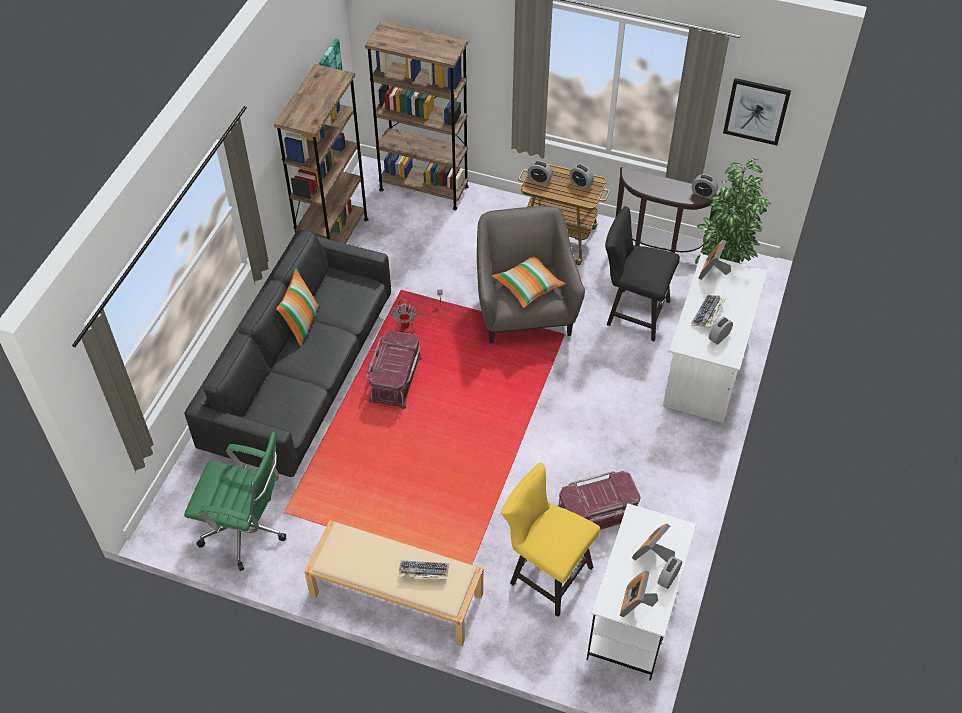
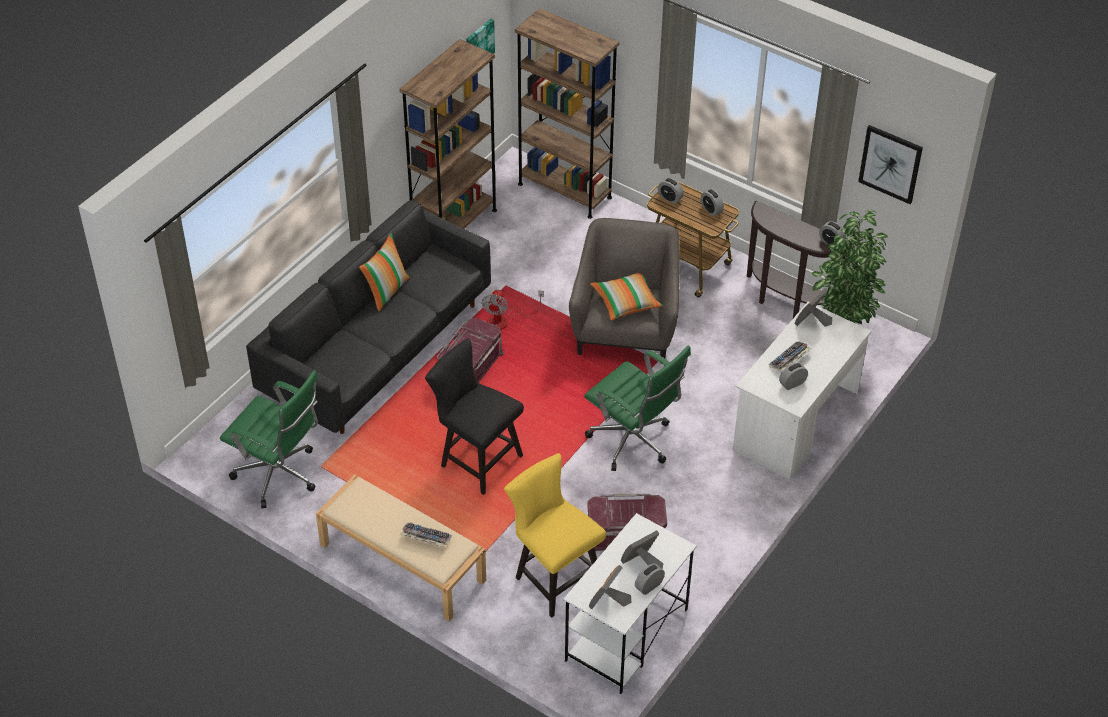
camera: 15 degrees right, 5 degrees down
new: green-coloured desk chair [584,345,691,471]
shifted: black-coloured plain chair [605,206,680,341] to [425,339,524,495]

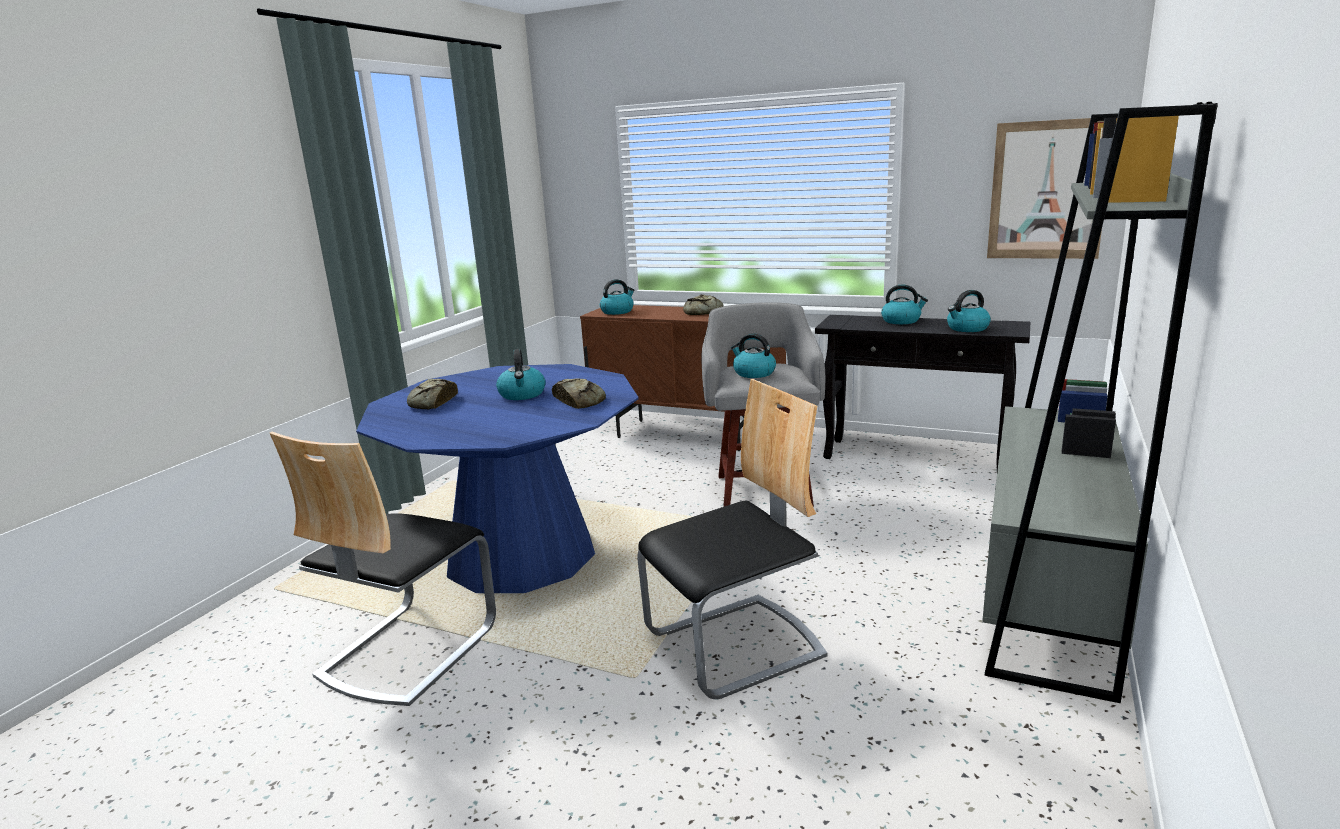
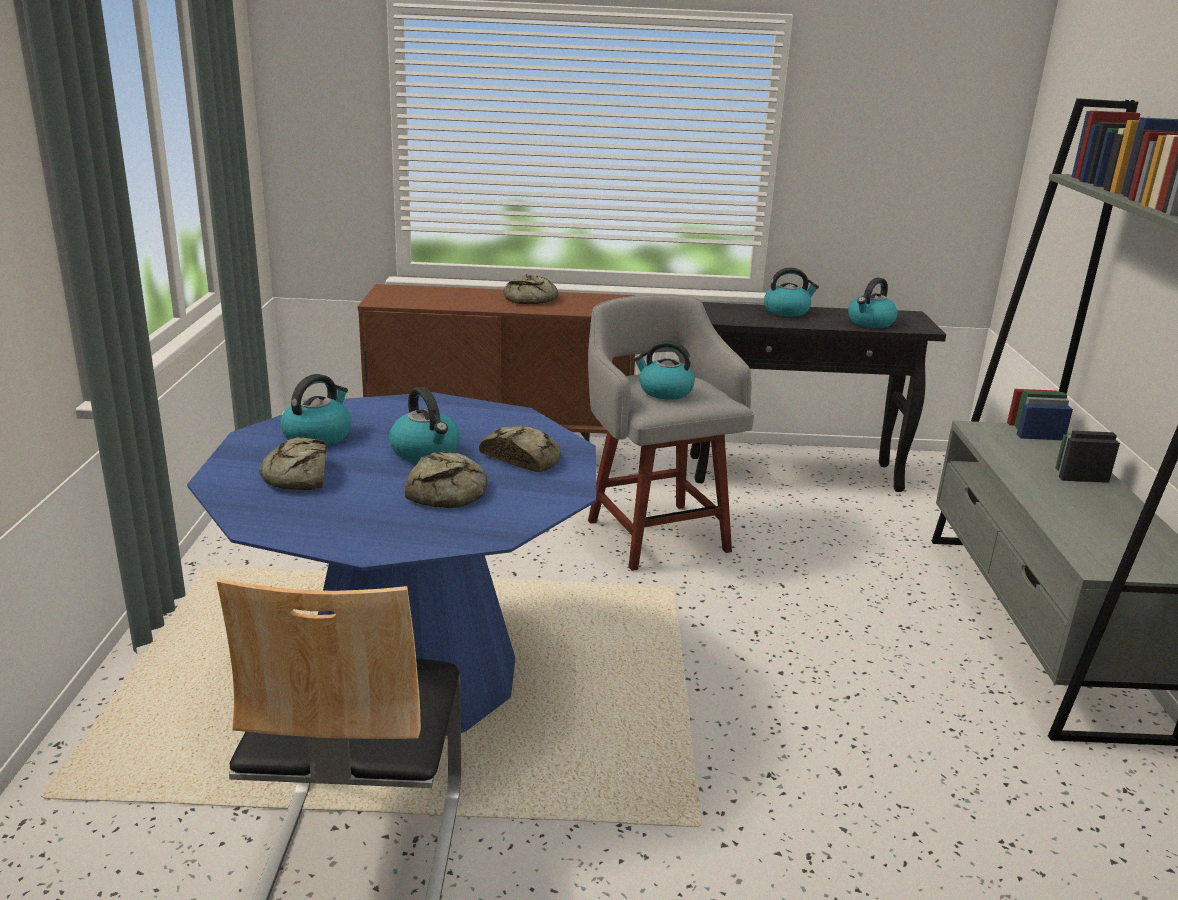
camera: 25 degrees left, 5 degrees up
gone: wall art [987,118,1104,259]; plain chair [637,379,827,699]
new: baked bread [405,452,487,508]
shifted: tea kettle [600,279,635,315] to [280,374,351,446]

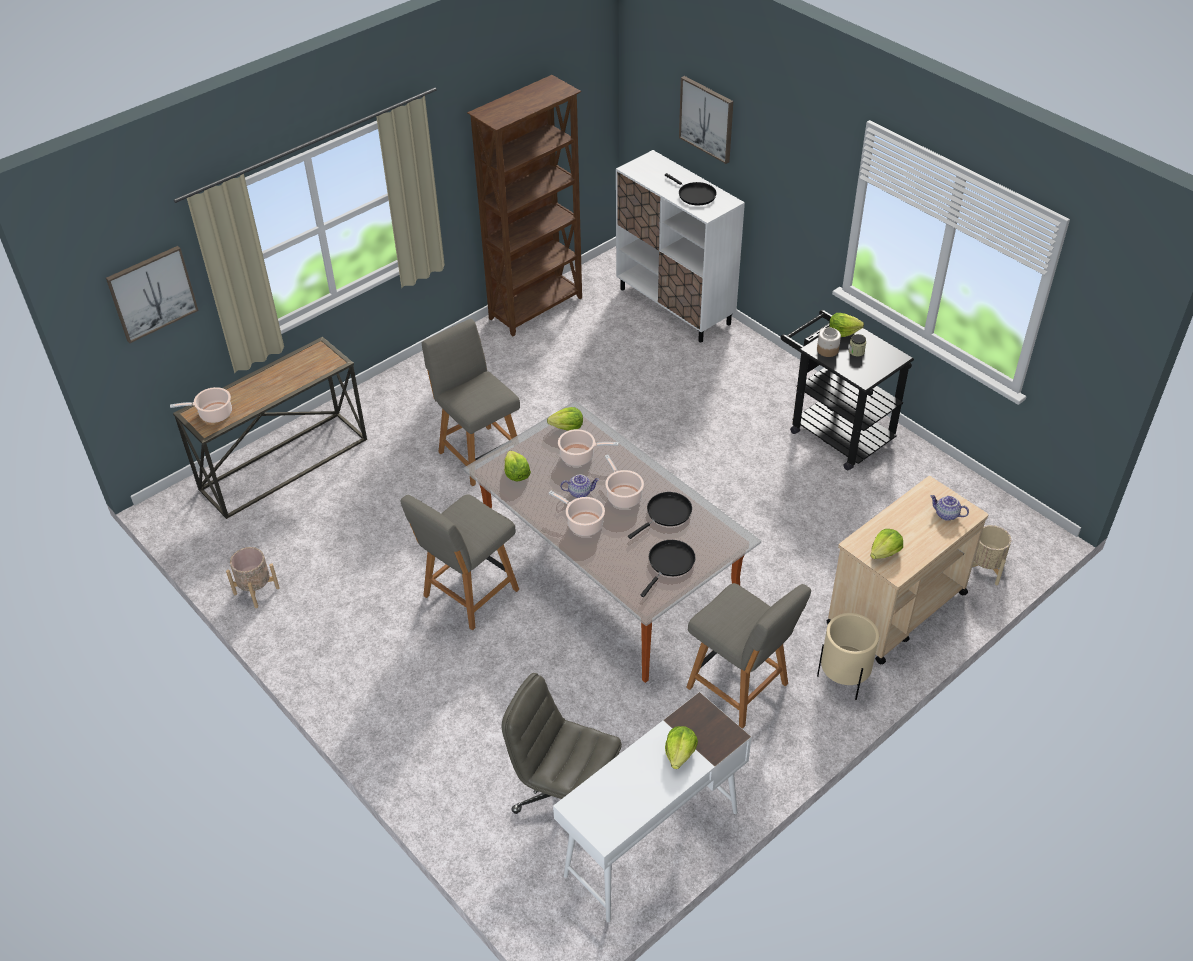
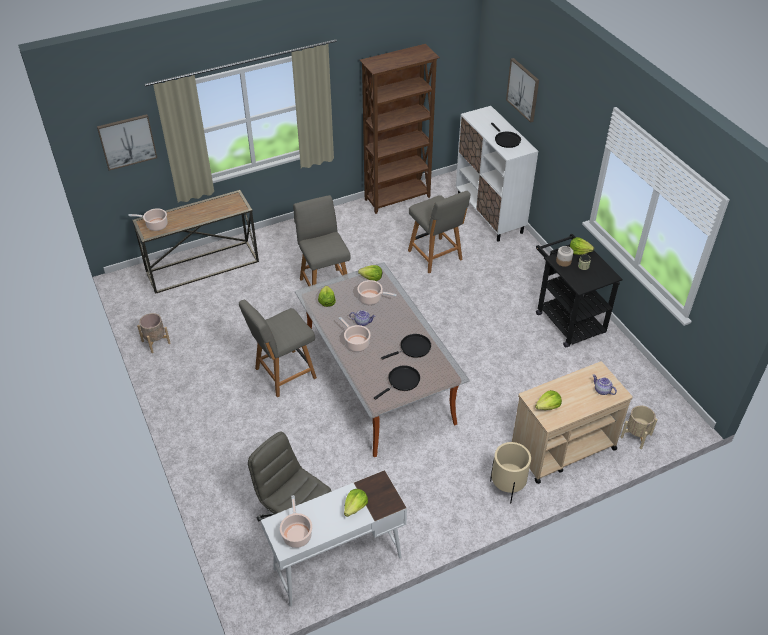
camera: 15 degrees right, 0 degrees up
shifted: saucepot [605,455,644,508] to [280,495,312,548]; greyish plain chair [686,583,811,729] to [408,191,470,273]

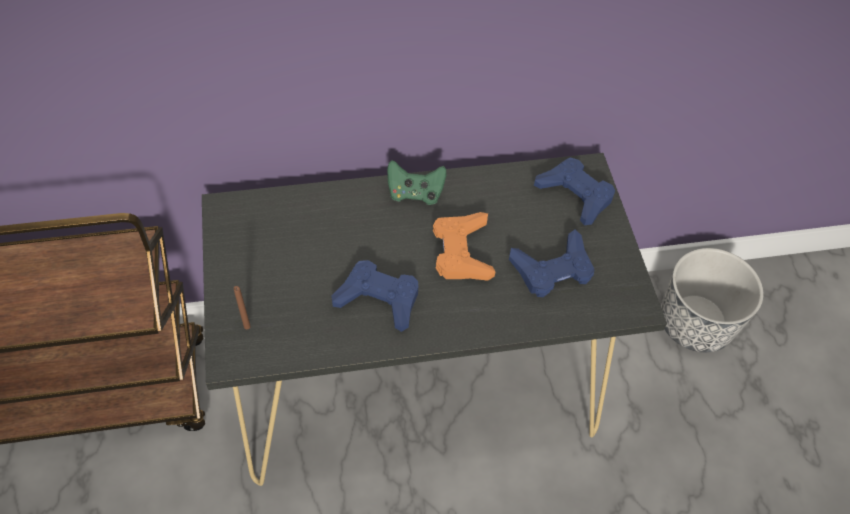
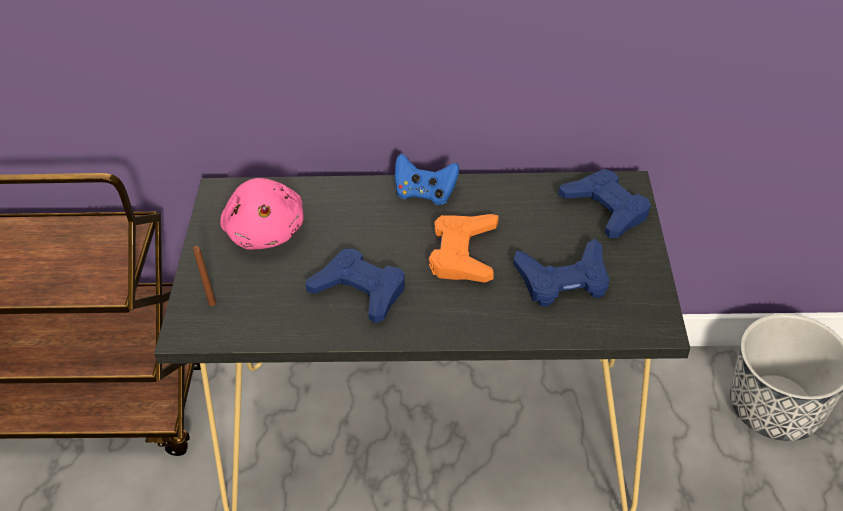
camera: 15 degrees right, 10 degrees down
new: pinkish plush toy [220,178,304,249]
repainted: green-coloured gamepad [387,160,446,205] to bluish gamepad [395,154,459,205]

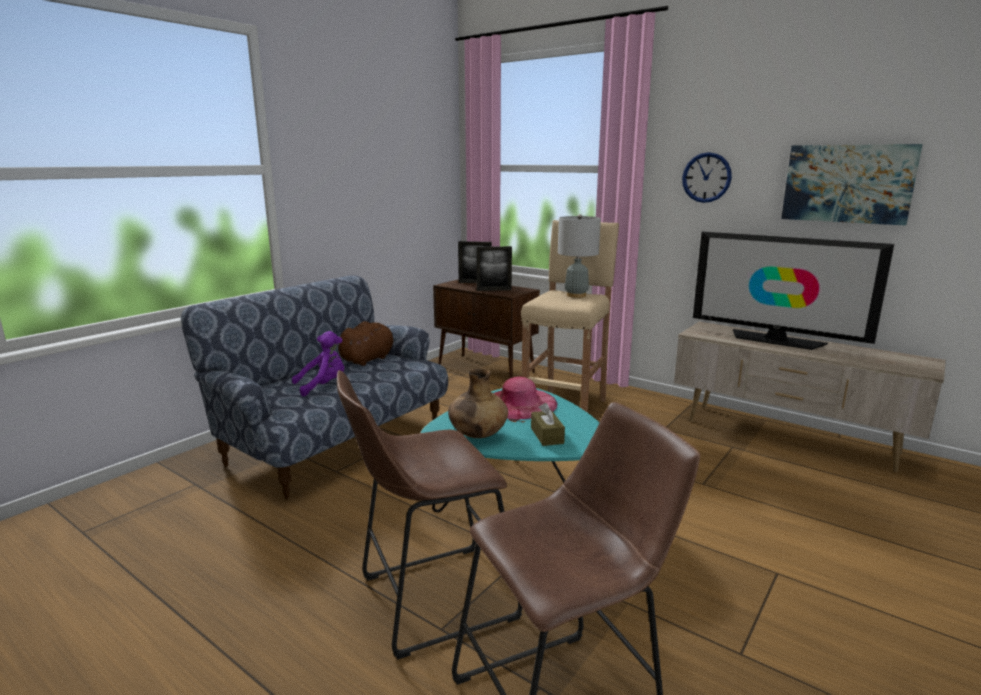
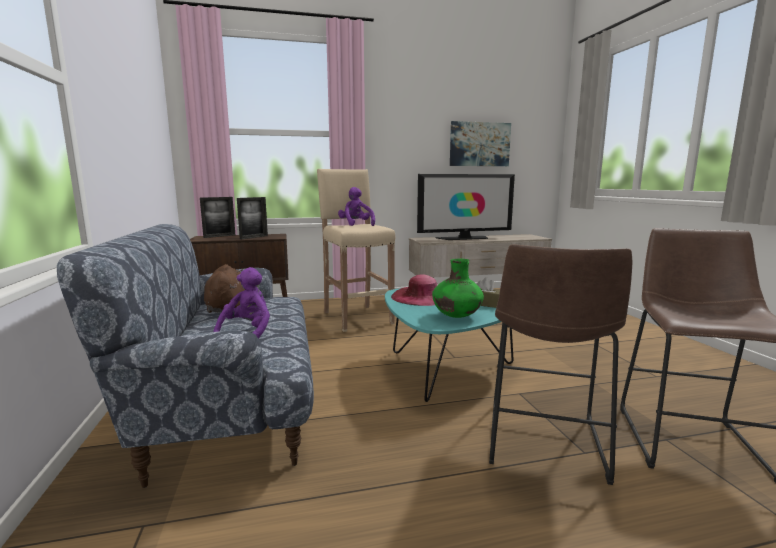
camera: 50 degrees left, 5 degrees down
gone: hanging clock [682,152,732,203]
swapped: greyish table lamp [558,214,601,298] to purple plush toy [338,187,375,226]
repainted: brown-coloured vase [448,369,508,438] to green-coloured vase [432,259,484,318]

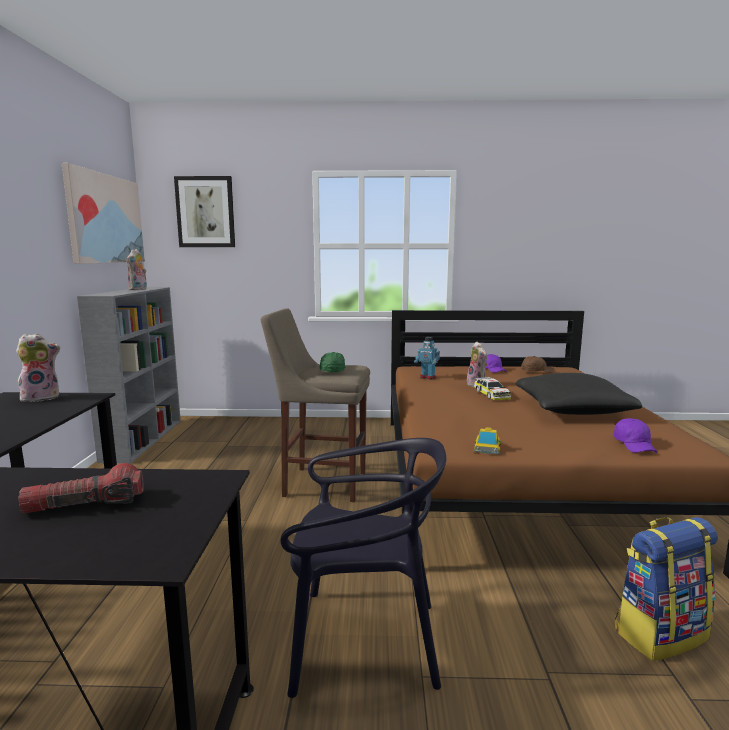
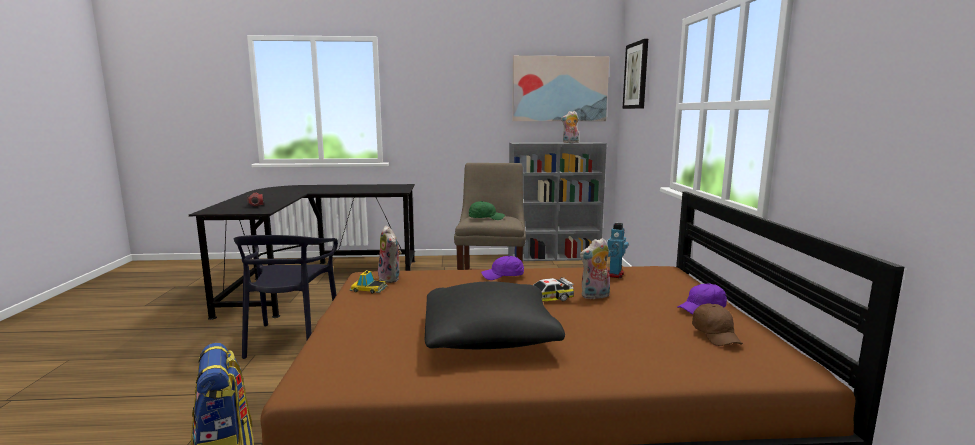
camera: 85 degrees right, 0 degrees up
shifted: plush toy [16,333,60,403] to [378,225,402,283]; purple cap [614,418,657,453] to [481,256,524,280]

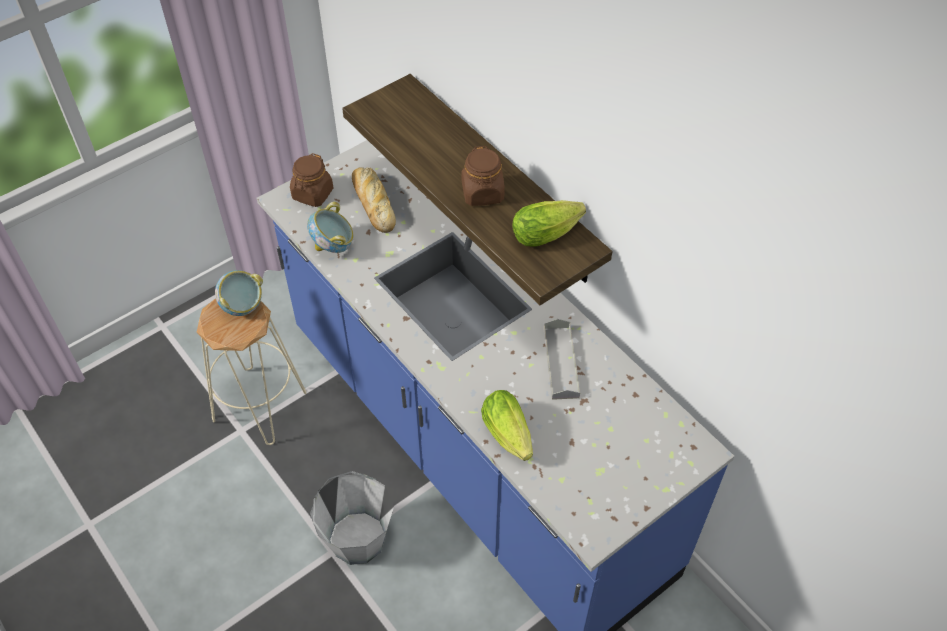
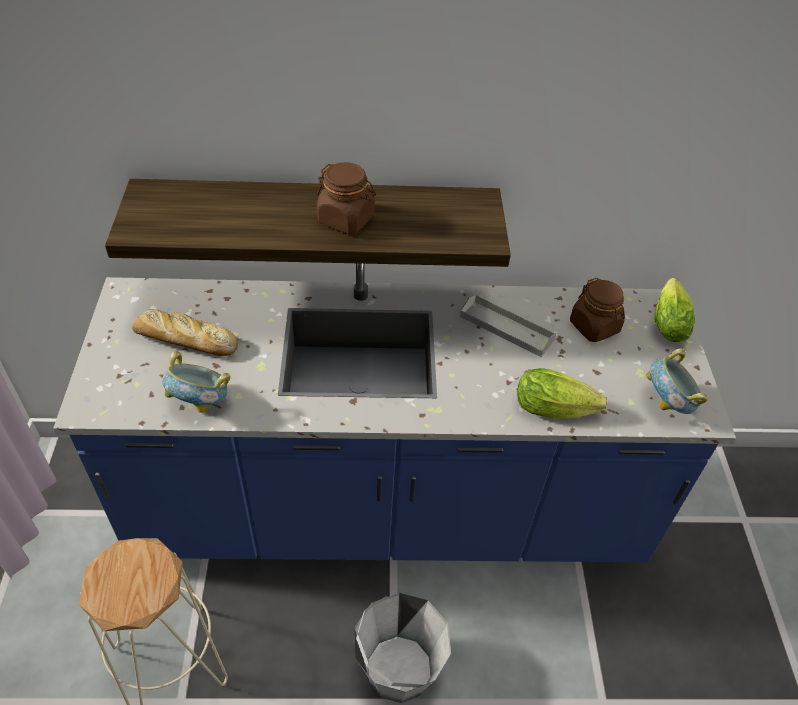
camera: 55 degrees left, 5 degrees down
shifted: brown-coloured jar [290,153,333,207] to [570,278,625,342]; lettuce head [512,200,586,247] to [654,278,695,342]; bowl [215,270,263,316] to [646,348,708,414]

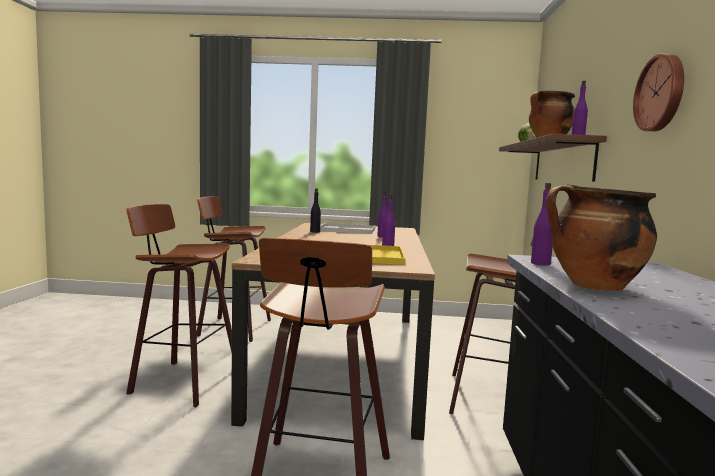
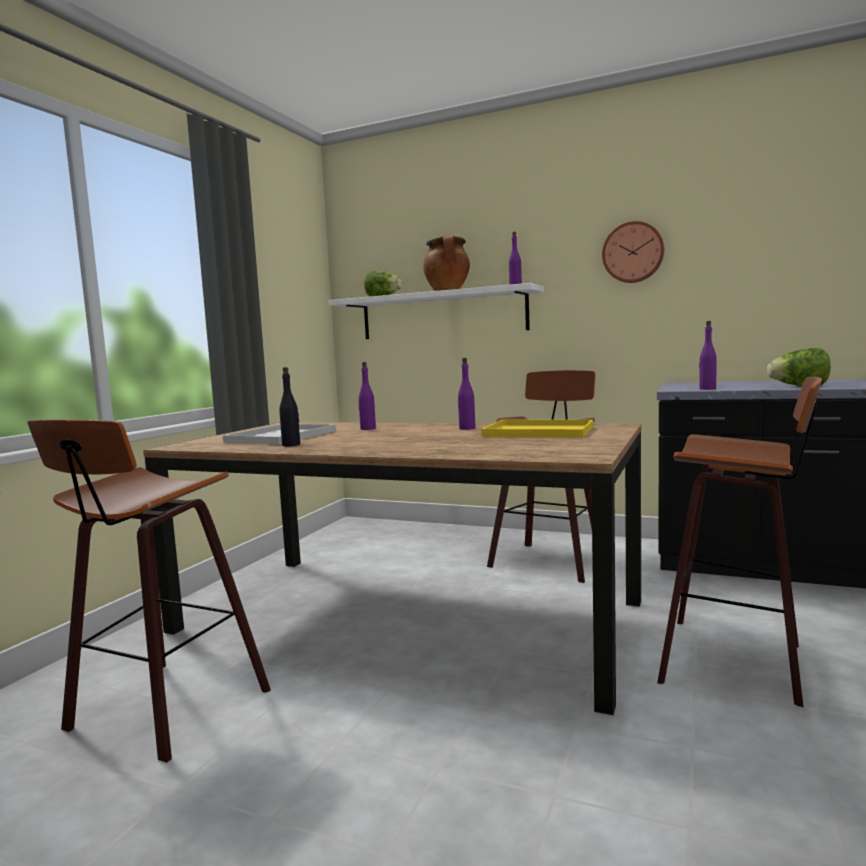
camera: 70 degrees left, 0 degrees up
gone: stool seat [126,204,232,407]
swapped: saucepot [546,184,657,291] to lettuce head [767,348,831,386]
repainted: brown-coloured wall shelf [499,134,607,181] to white-coloured wall shelf [329,283,544,339]

